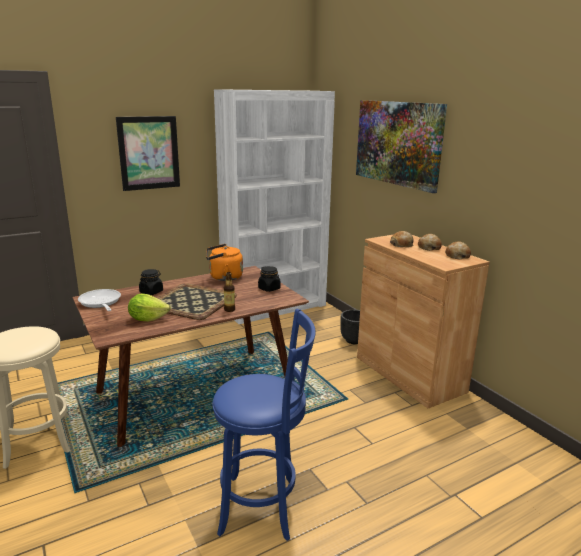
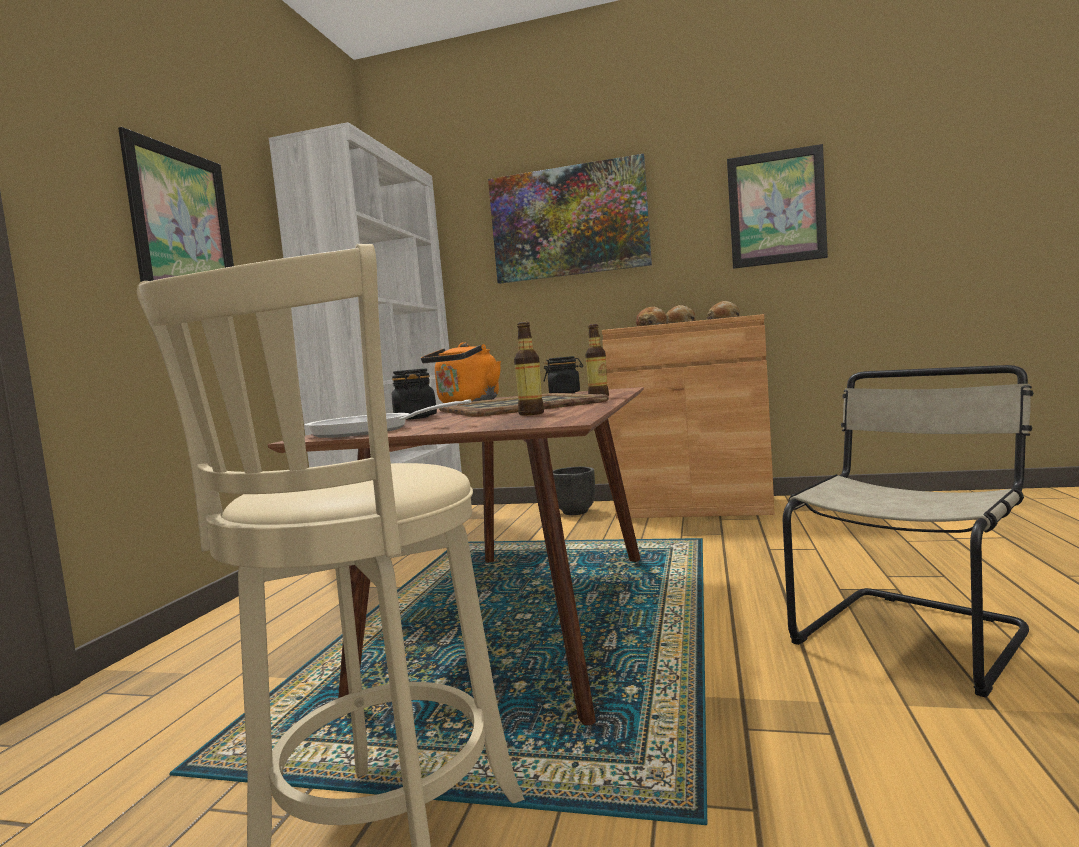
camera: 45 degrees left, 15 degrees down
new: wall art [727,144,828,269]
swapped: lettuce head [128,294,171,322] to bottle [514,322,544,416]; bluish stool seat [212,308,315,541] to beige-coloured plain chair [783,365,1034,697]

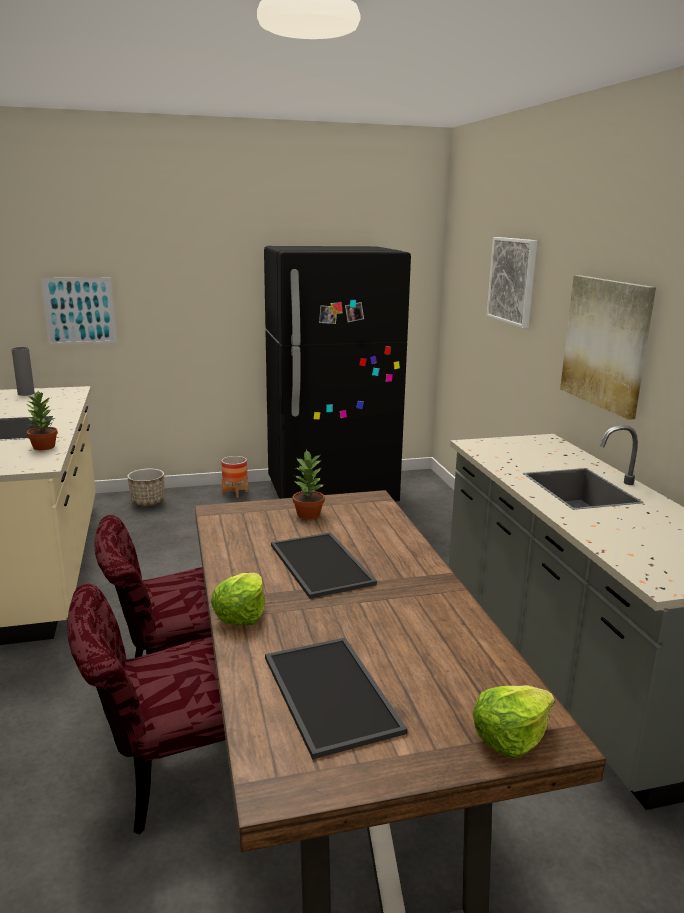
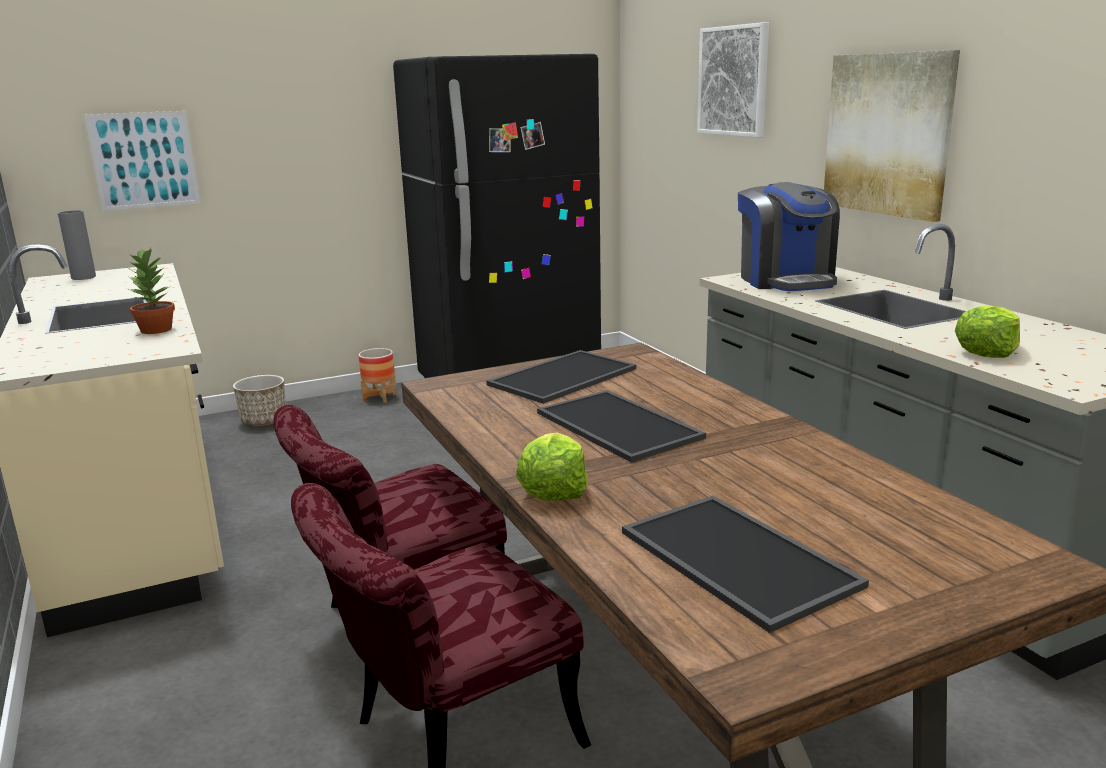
camera: 10 degrees left, 0 degrees up
new: coffee brewer [738,182,840,291]
shifted: lettuce head [473,685,555,759] to [955,306,1020,358]
swapped: houseplant [293,449,325,519] to serving tray [487,350,637,404]

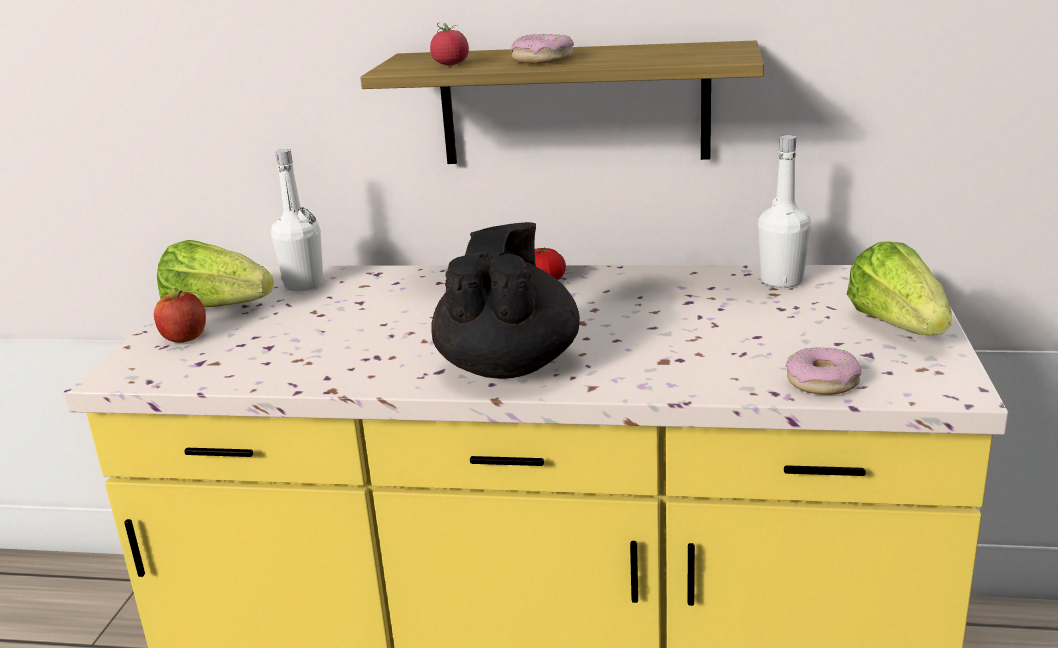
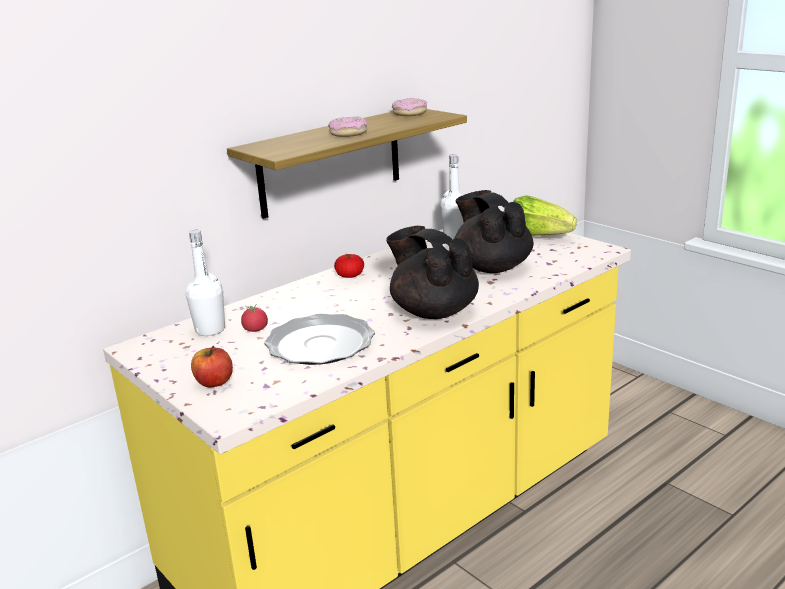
camera: 50 degrees left, 0 degrees up
gone: lettuce head [157,240,274,307]
new: black-coloured pot for tea [455,190,534,273]; plate [264,314,375,365]
shifted: fresh tomato [430,23,469,65] to [241,304,268,332]; ring doughnut [785,347,861,395] to [392,98,427,116]

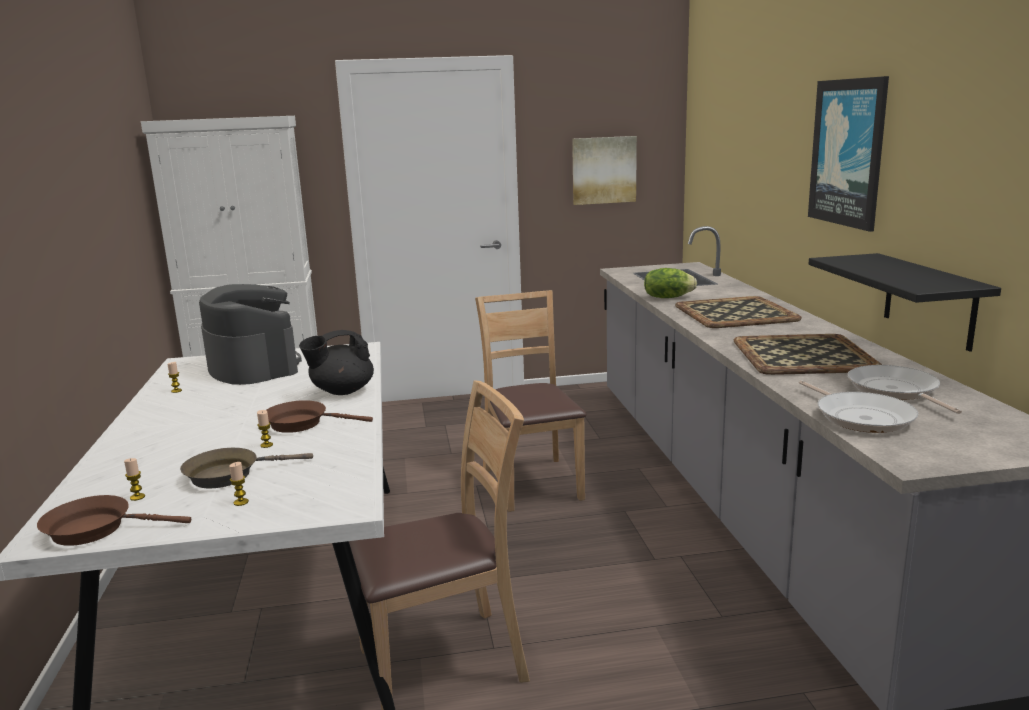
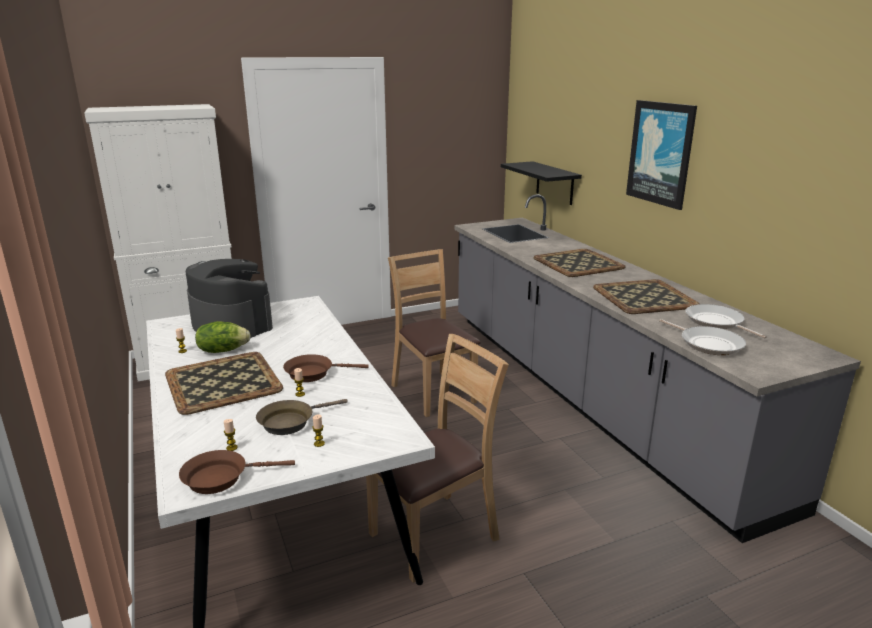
camera: 15 degrees left, 5 degrees up
gone: wall art [572,136,637,205]; black-coloured pot for tea [299,330,374,395]
new: serving tray [165,352,283,415]
shifted: black-coloured wall shelf [809,253,1001,352] to [501,161,582,205]; lettuce head [644,268,697,298] to [195,321,251,353]

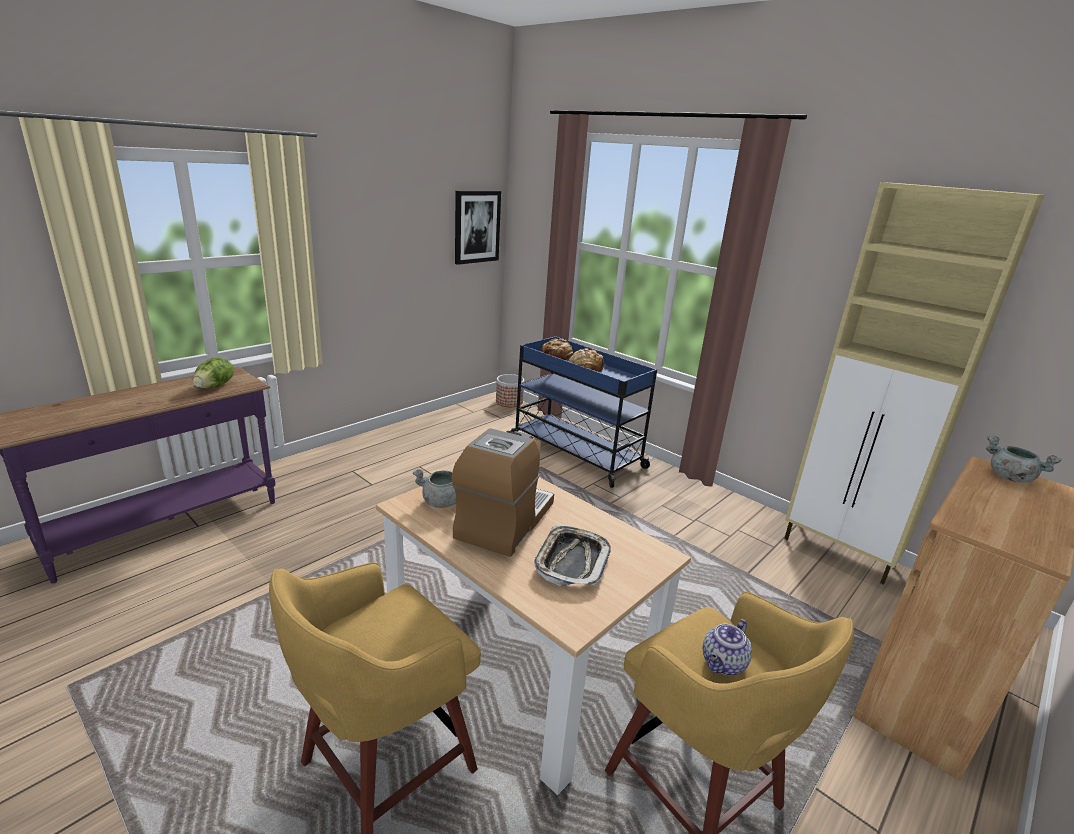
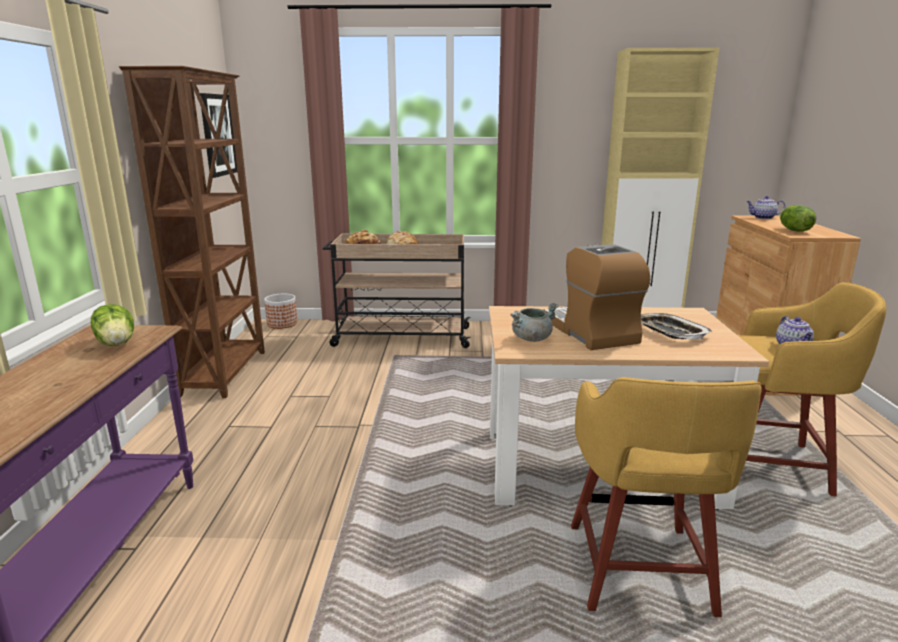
camera: 40 degrees left, 5 degrees down
new: brown-coloured bookshelf [119,66,265,398]; lettuce head [780,205,816,232]
swapped: greyish saucepot [986,436,1062,483] to pot for tea [746,196,786,219]
repainted: bluish cart [510,336,657,488] to beige-coloured cart [323,234,471,348]

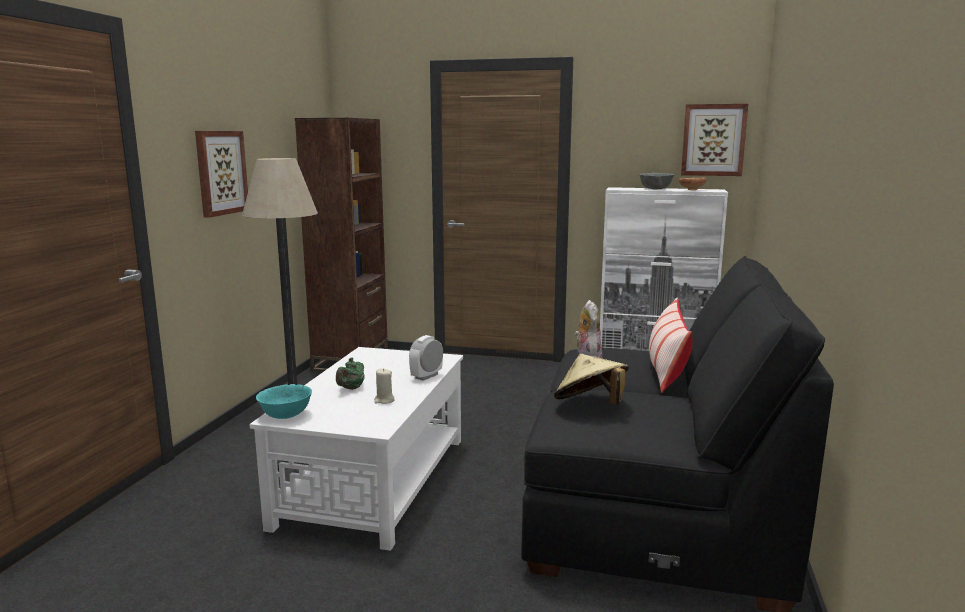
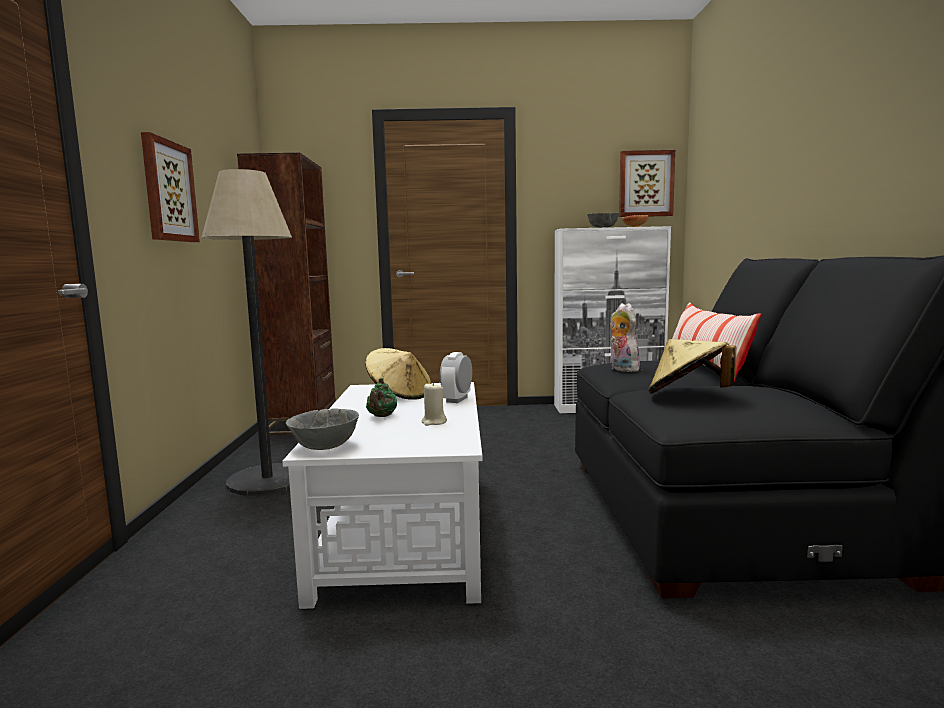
camera: 15 degrees left, 5 degrees down
new: beige-coloured clothing hat [365,348,431,400]
repainted: blue-green bowl [256,384,312,419] to greyish bowl [286,408,359,450]

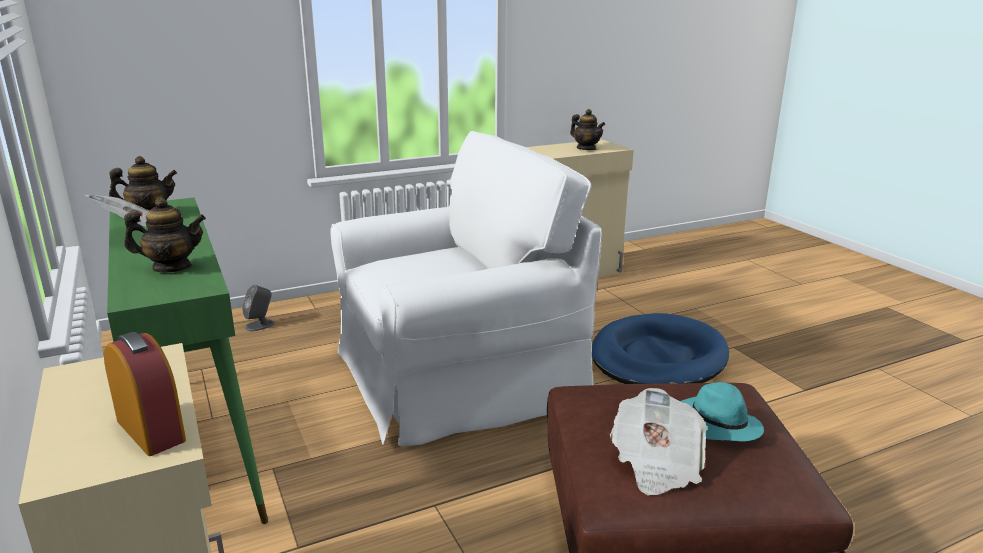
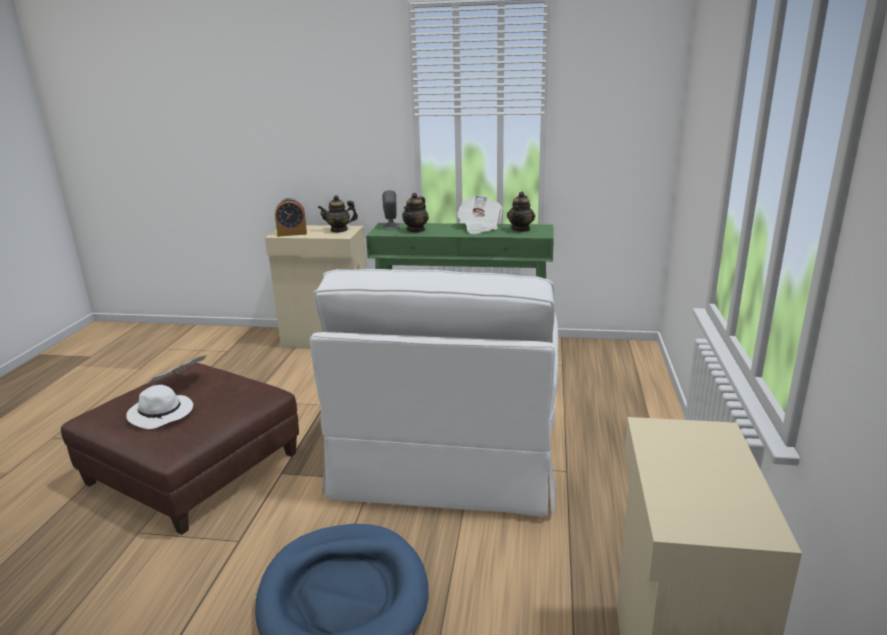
camera: 125 degrees right, 0 degrees up
shifted: pot for tea [570,109,605,150] to [318,195,358,232]; greyish audio speaker [242,285,275,331] to [382,190,400,230]
repainted: blue-green clothing hat [680,382,764,442] to white-coloured clothing hat [126,385,193,429]

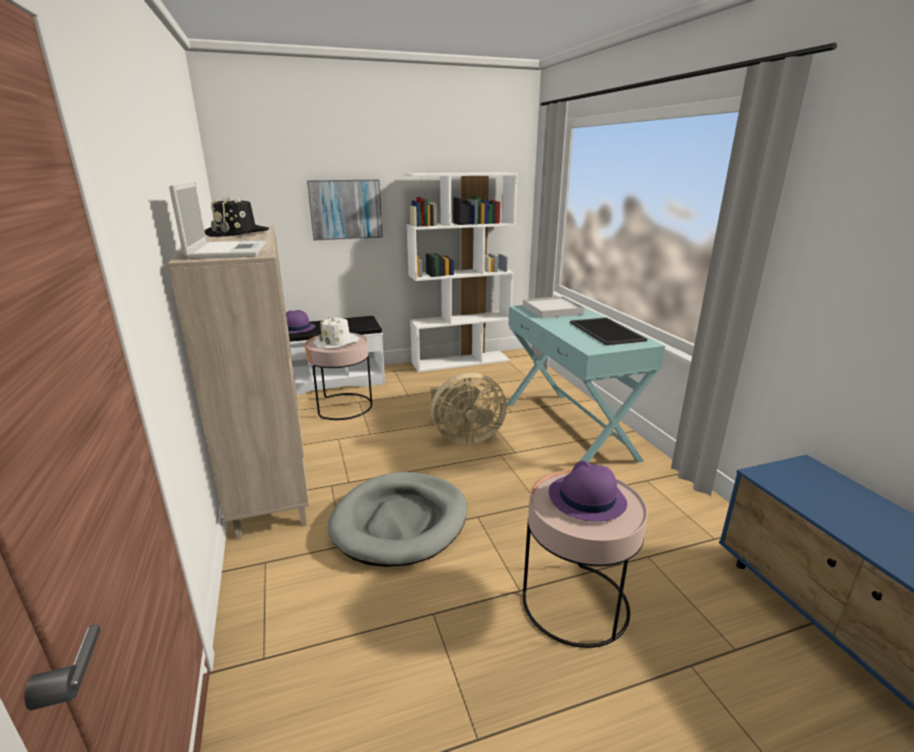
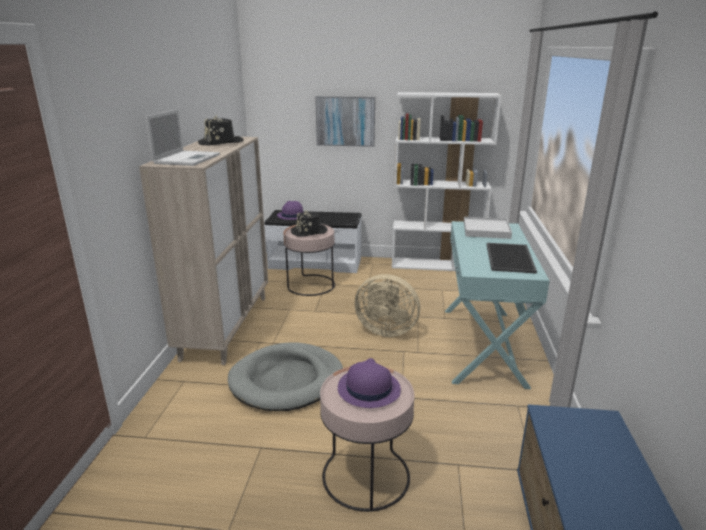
camera: 25 degrees right, 0 degrees up
repainted: white-coloured clothing hat [313,316,360,349] to black-coloured clothing hat [291,210,328,237]

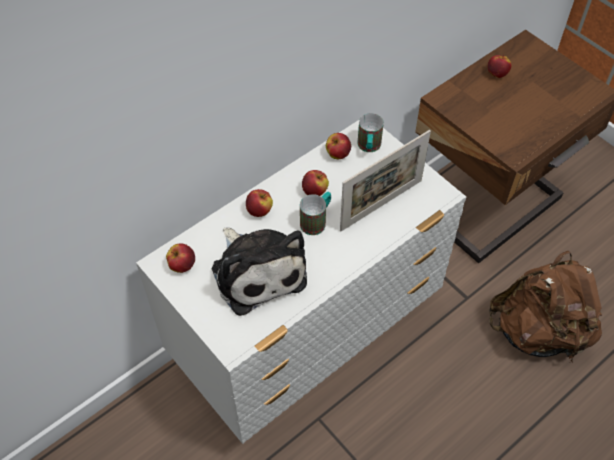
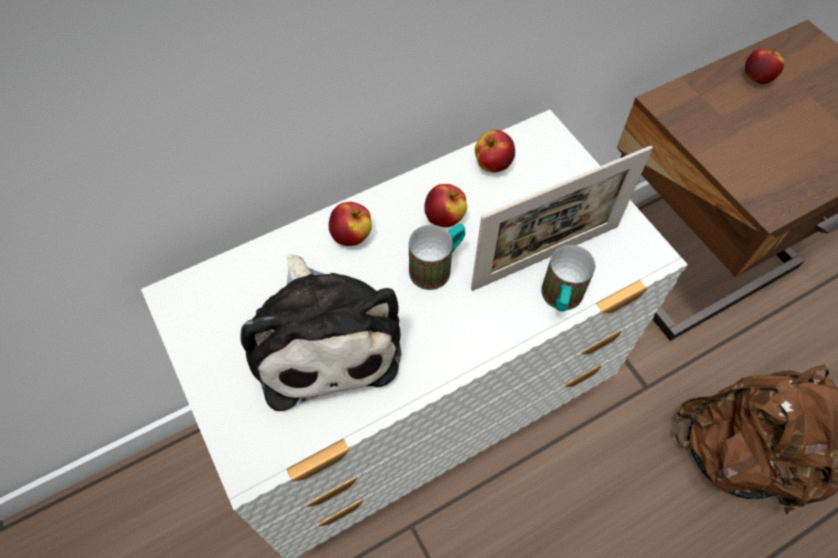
camera: 10 degrees right, 5 degrees up
gone: apple [166,243,195,273]
shifted: mug [357,113,384,152] to [541,245,595,312]

